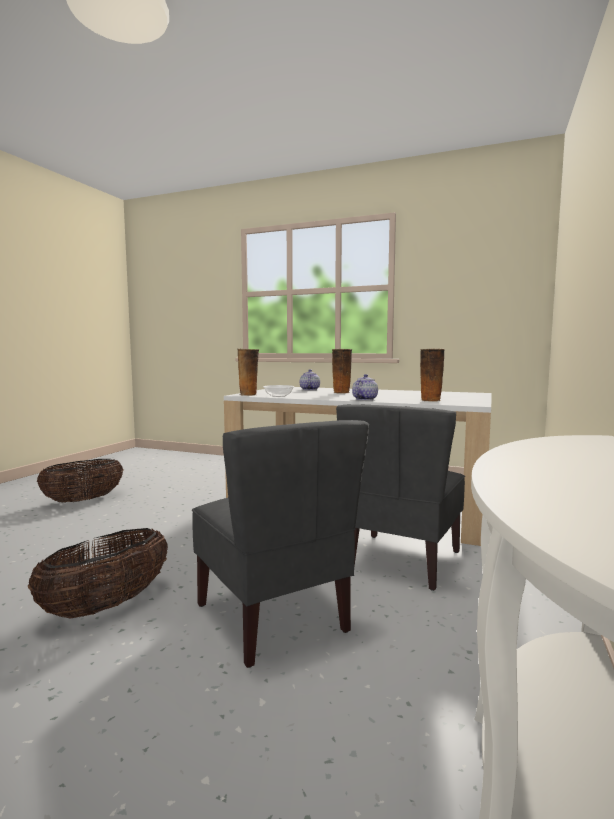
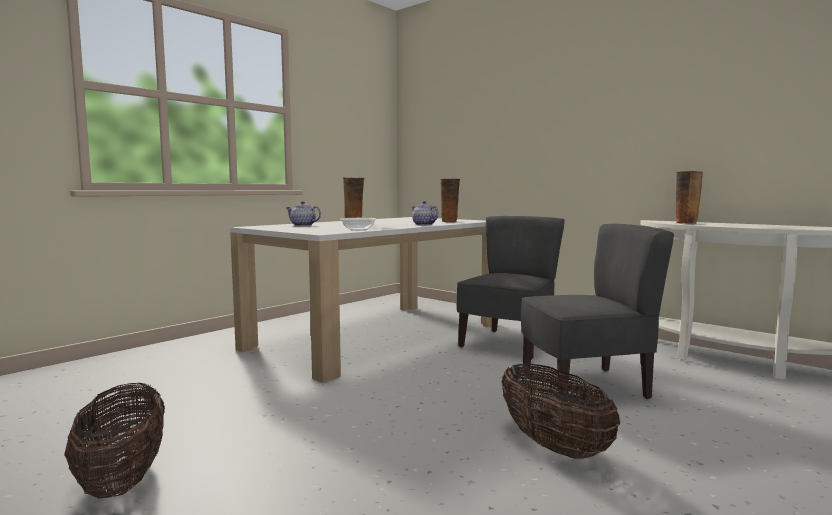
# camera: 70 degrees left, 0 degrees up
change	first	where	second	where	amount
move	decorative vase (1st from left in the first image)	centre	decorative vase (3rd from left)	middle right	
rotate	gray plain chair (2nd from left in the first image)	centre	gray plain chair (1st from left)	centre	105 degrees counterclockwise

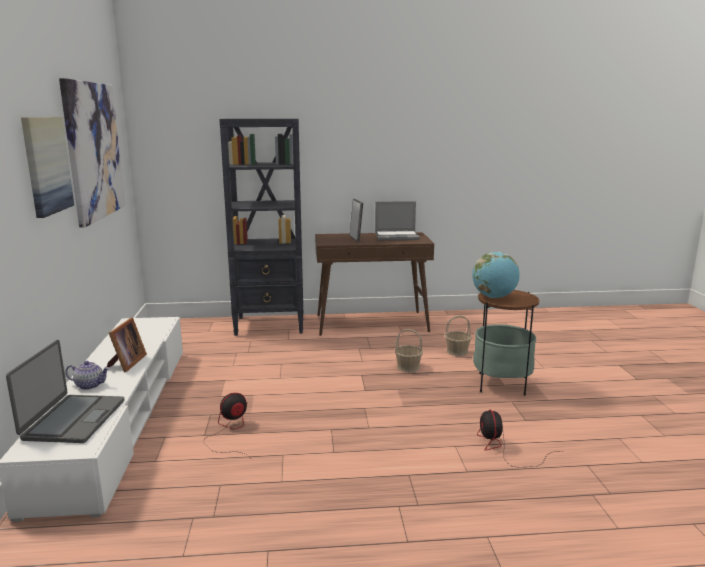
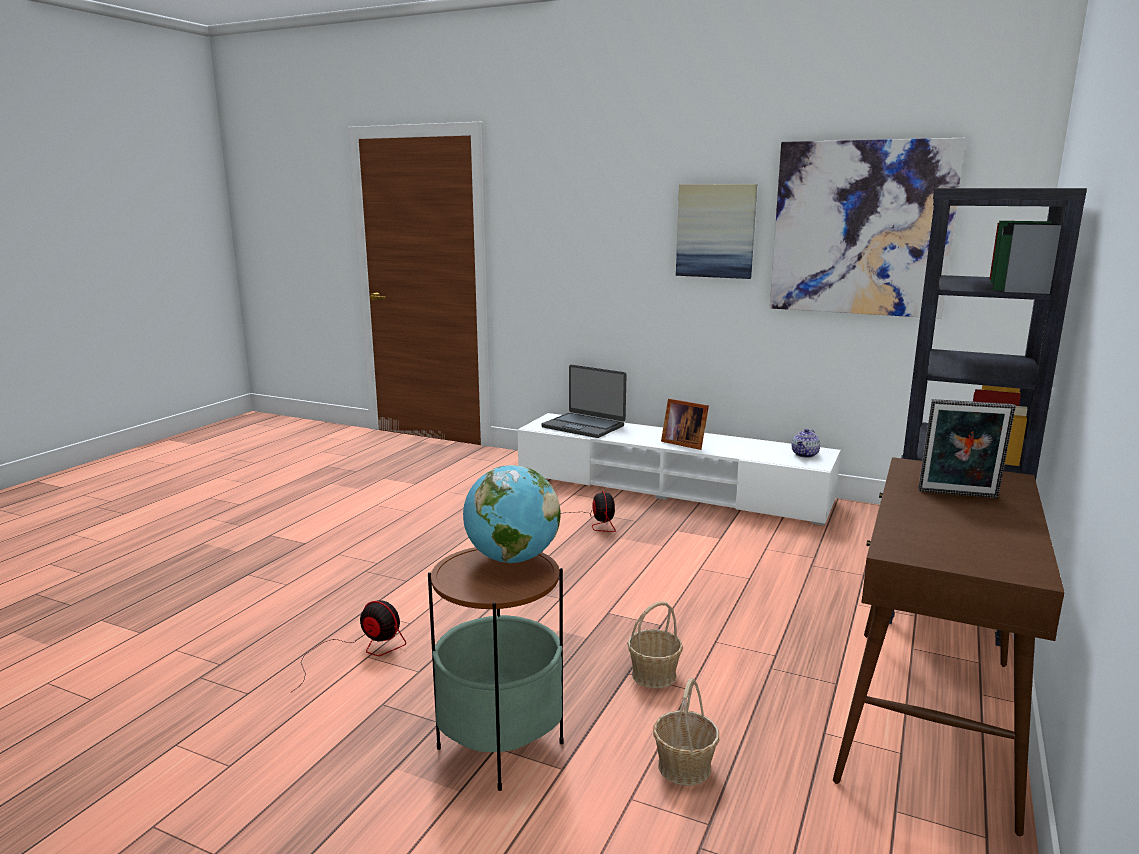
# camera: 120 degrees right, 0 degrees up
change	first	where	second	where	amount
delete	portable computer (2nd from left)	centre			
move	pot for tea	middle left		middle right	

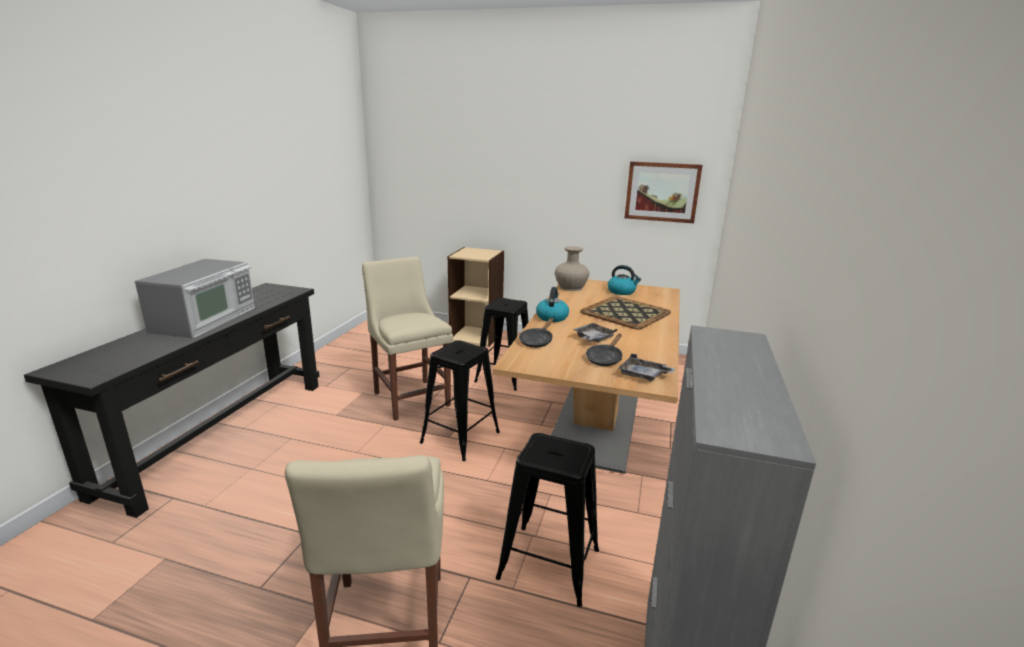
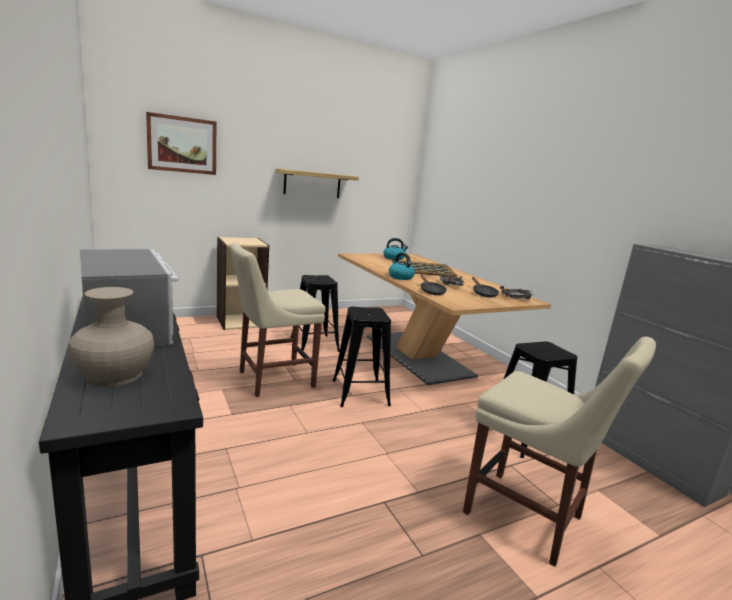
# camera: 45 degrees left, 5 degrees down
change	first	where	second	where	amount
insert			shelf	top centre	
move	beige-coloured decorative vase	centre		middle left	
move	wall picture	top centre		top left	
rotate	beige-coloured plain chair (2nd from left in the first image)	centre	beige-coloured plain chair (1st from left)	centre	45 degrees counterclockwise

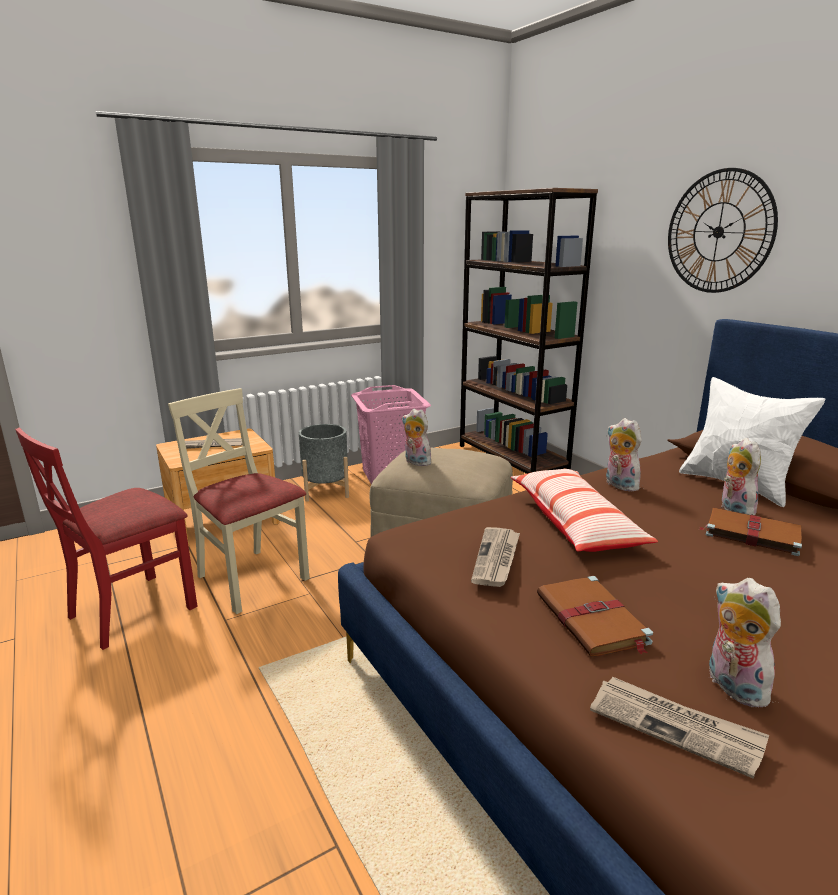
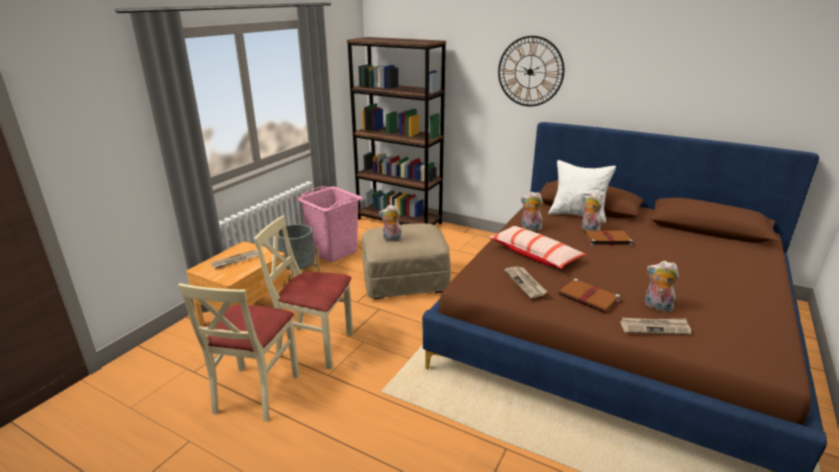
# camera: 30 degrees left, 5 degrees up
change	first	where	second	where	amount
recolor	red-coloured plain chair	middle left	beige-coloured plain chair (1st from left)	bottom left	

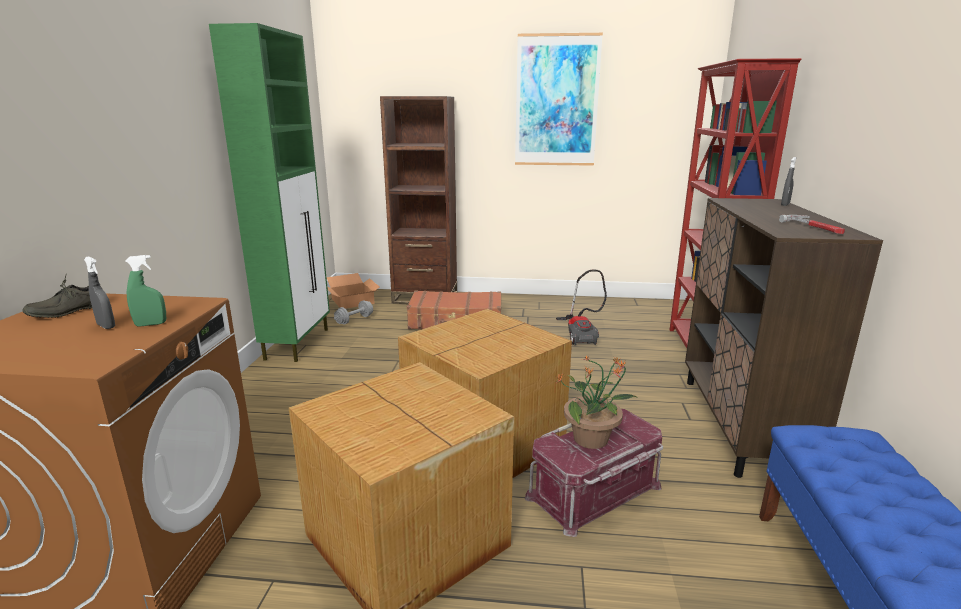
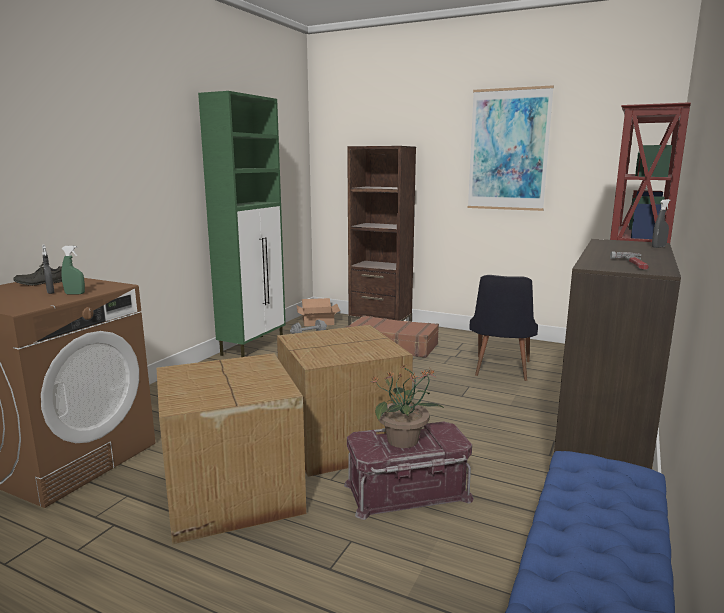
# camera: 20 degrees right, 5 degrees down
change	first	where	second	where	amount
replace	vacuum cleaner	centre	black plain chair	middle right	

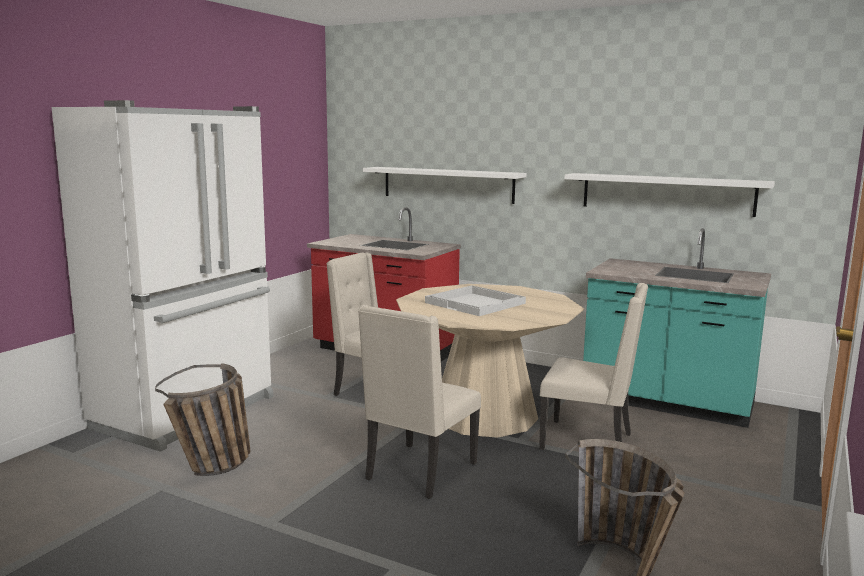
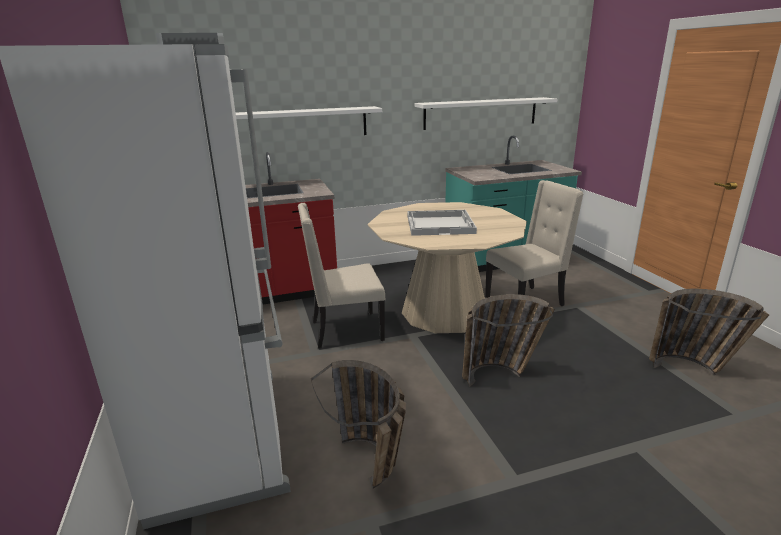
# camera: 45 degrees left, 10 degrees up
change	first	where	second	where	amount
replace	beige-coloured plain chair (2nd from left)	bottom centre	basket (2nd from left)	centre	

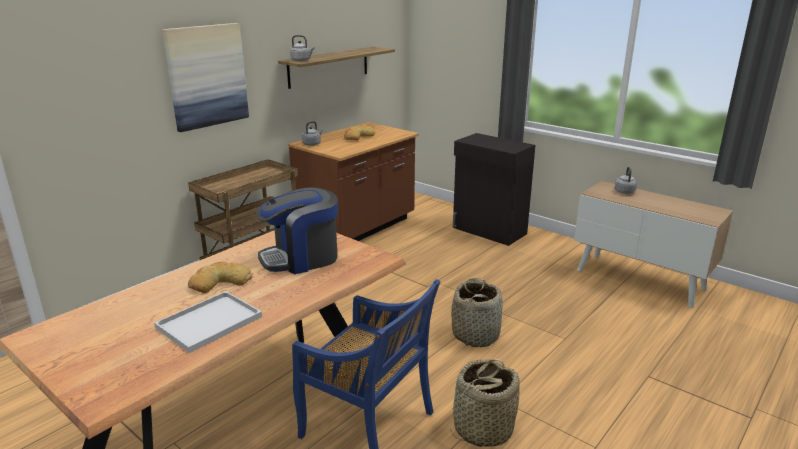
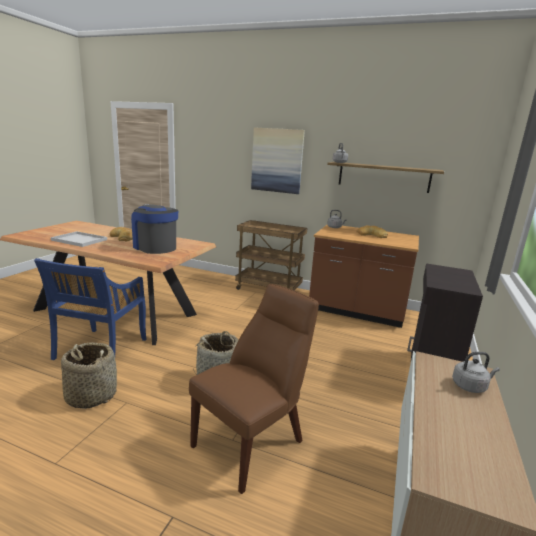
# camera: 70 degrees right, 5 degrees down
change	first	where	second	where	amount
insert			brown-coloured plain chair	bottom centre	

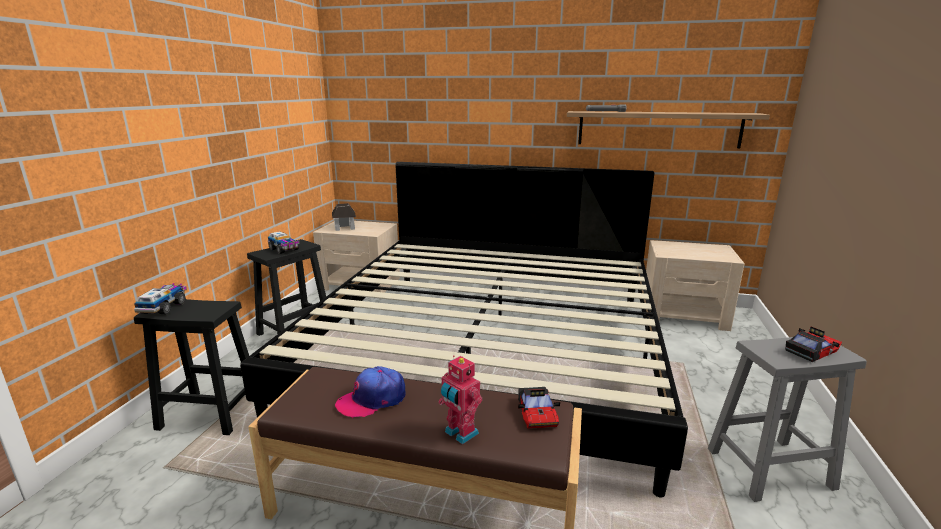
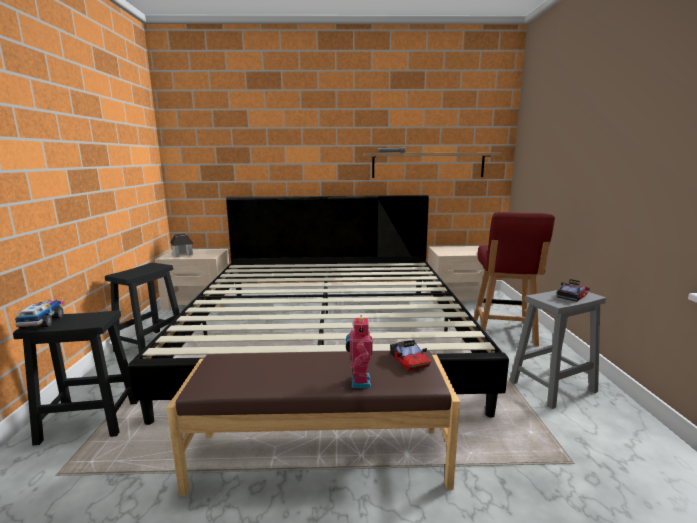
# camera: 15 degrees left, 5 degrees down
change	first	where	second	where	amount
delete	model truck (2nd from left)	middle left			
delete	peaked cap	bottom centre			
insert			red-coloured plain chair	middle right	
rotate	toy robot	bottom centre		bottom centre	60 degrees clockwise

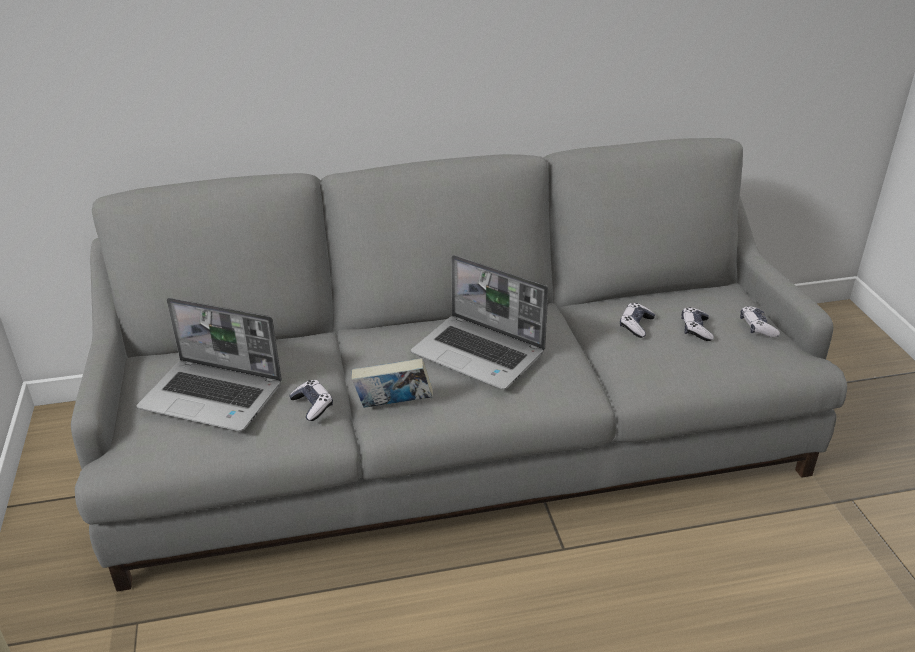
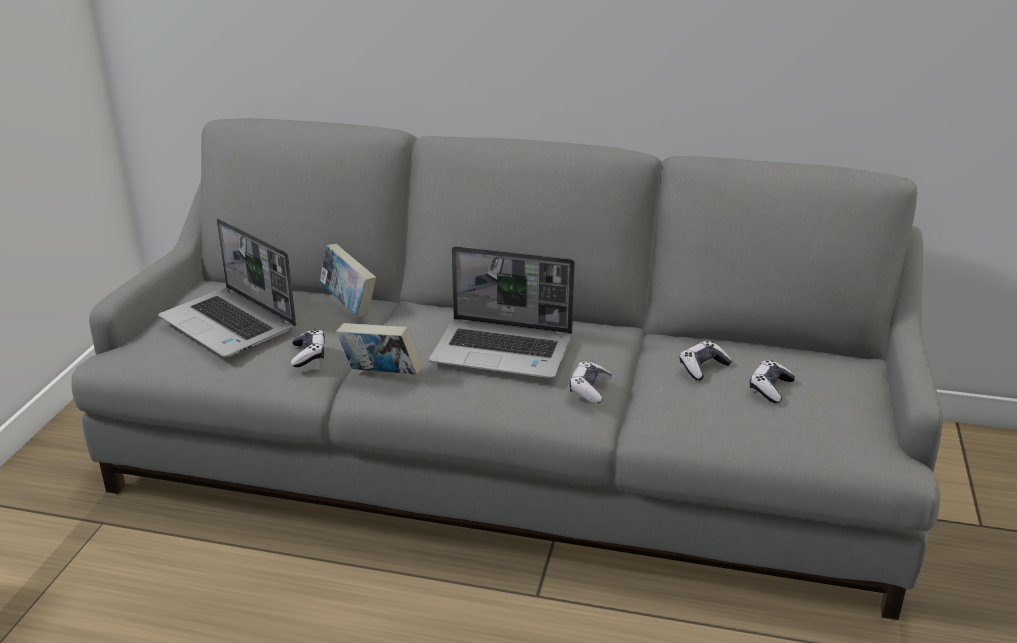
# camera: 25 degrees right, 5 degrees down
change	first	where	second	where	amount
insert			bound book (1st from left)	centre	
move	game controller (4th from left in the first image)	middle right	game controller (2nd from left)	centre	
rotate	portable computer (2nd from left)	centre		centre	45 degrees counterclockwise

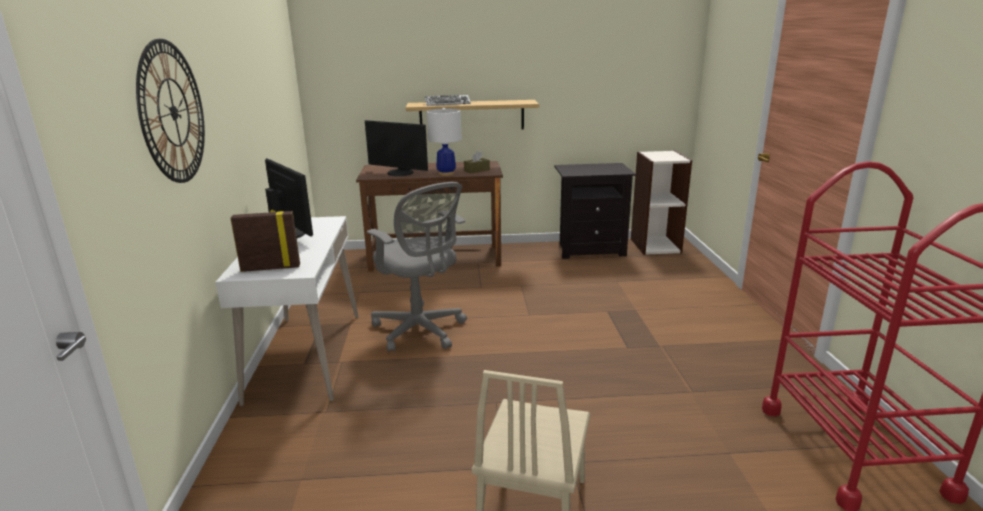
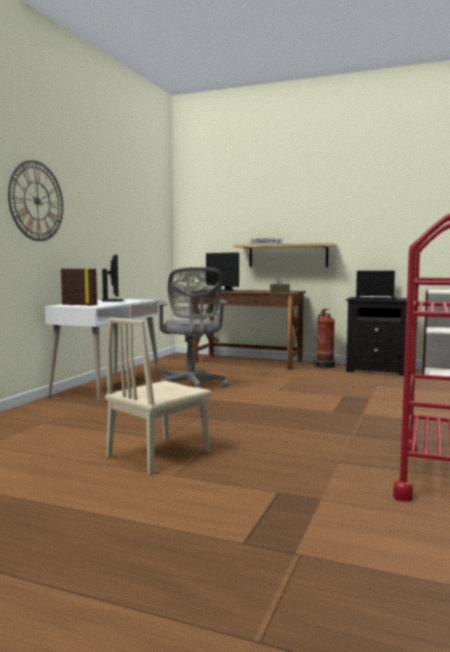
# camera: 25 degrees right, 15 degrees down
change	first	where	second	where	amount
delete	whitish table lamp	top centre			
insert			fire-fighting cylinder	middle right	
insert			portable computer	middle right	

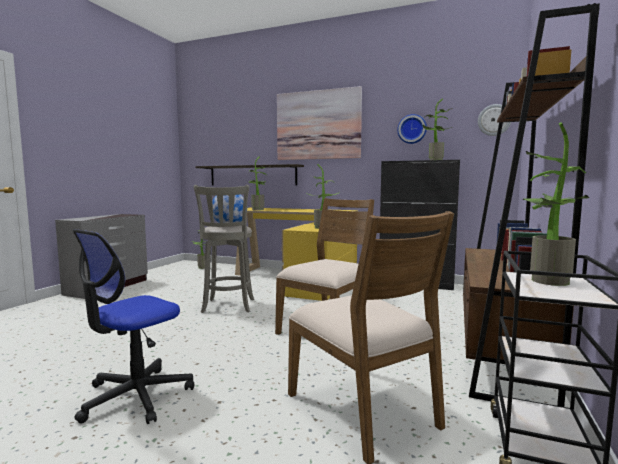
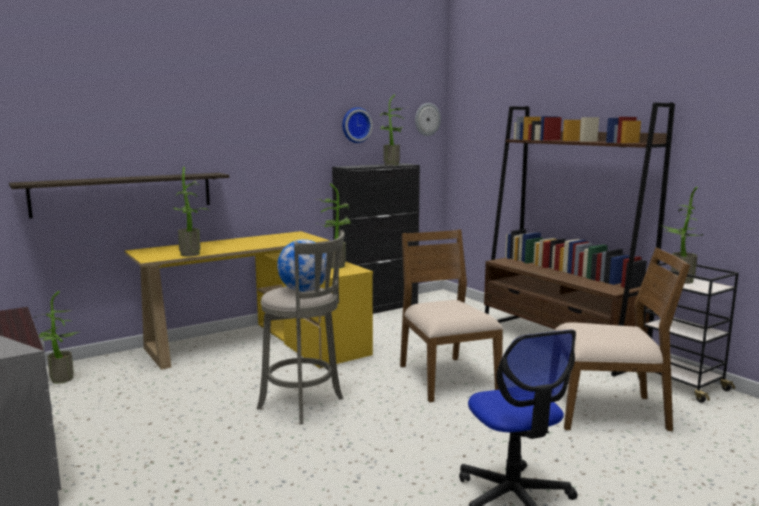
# camera: 55 degrees left, 5 degrees up
change	first	where	second	where	amount
delete	wall picture	top centre			

